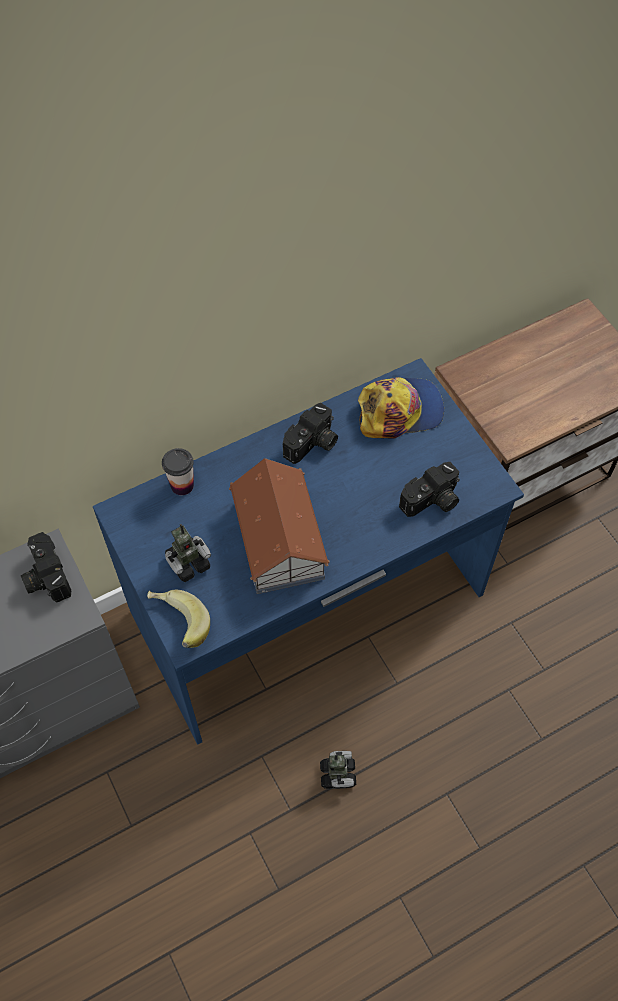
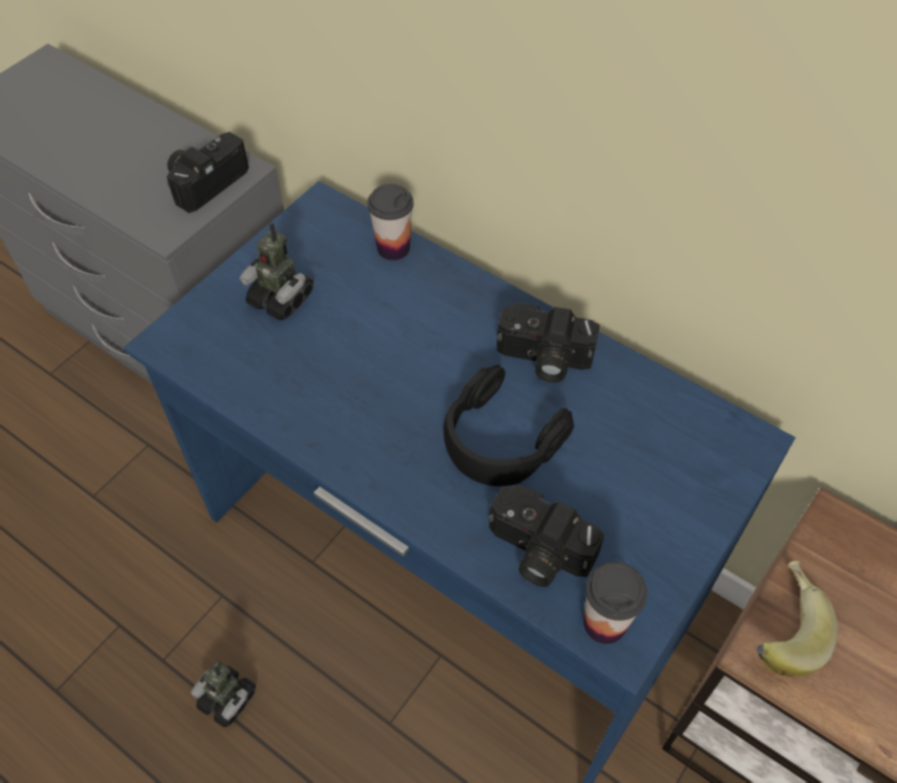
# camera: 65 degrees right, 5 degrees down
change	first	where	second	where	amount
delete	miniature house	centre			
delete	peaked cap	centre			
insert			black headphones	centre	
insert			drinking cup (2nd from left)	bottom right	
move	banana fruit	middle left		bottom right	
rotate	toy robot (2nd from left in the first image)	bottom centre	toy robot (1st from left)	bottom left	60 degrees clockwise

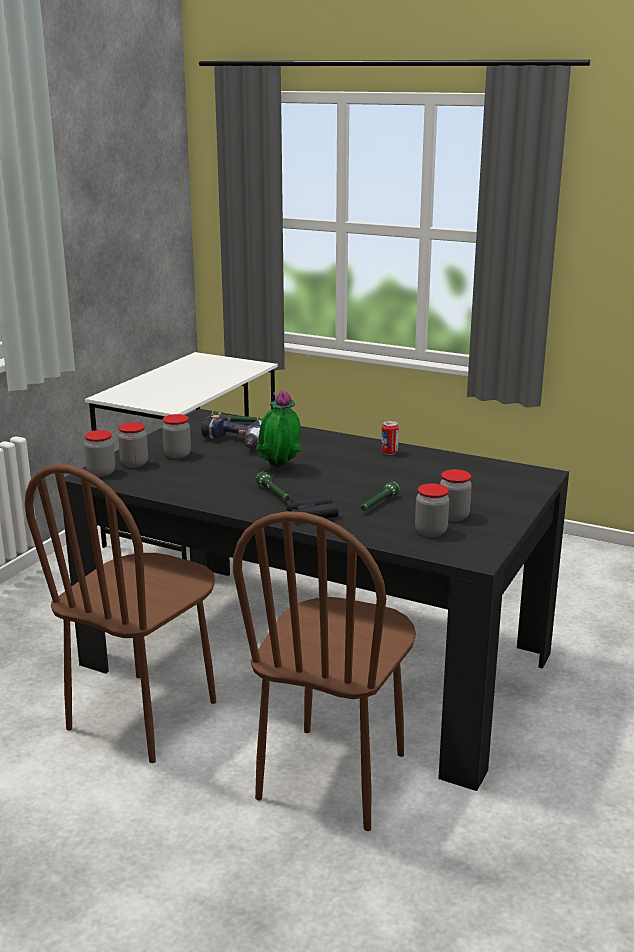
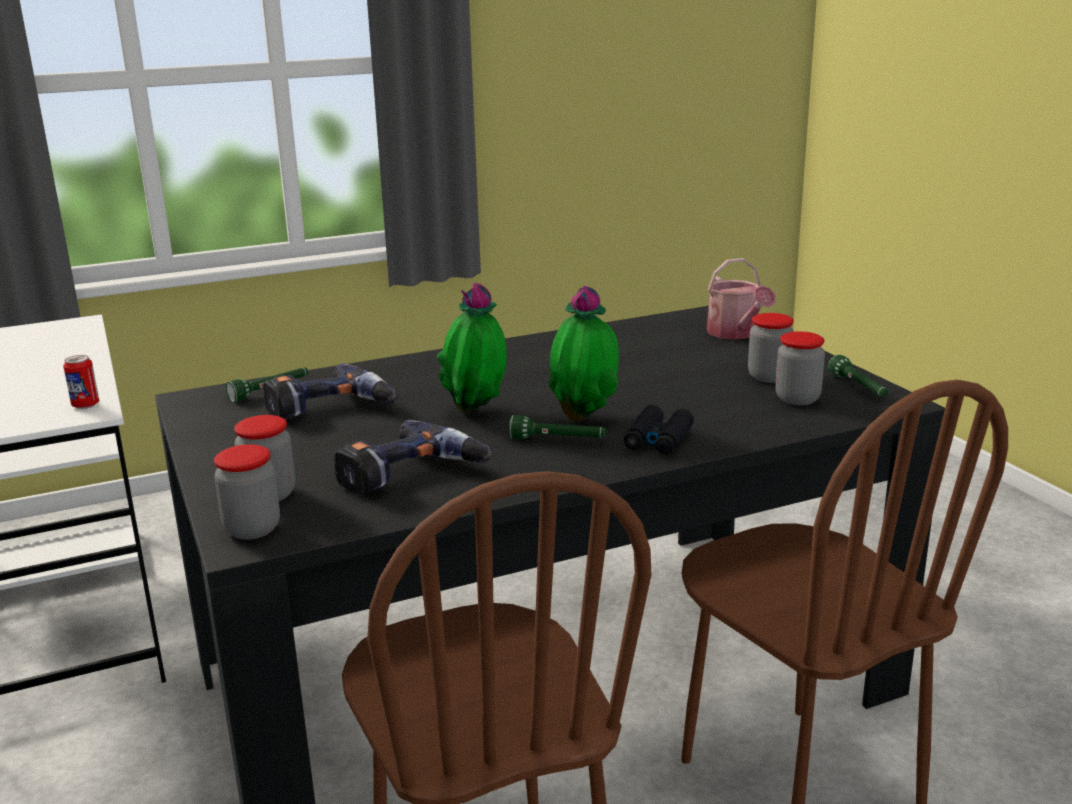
# camera: 50 degrees left, 0 degrees up
change	first	where	second	where	amount
delete	preserve jar (3rd from left)	middle left			
insert			drill (2nd from left)	centre	
insert			houseplant (2nd from left)	centre	
insert			watering pot	middle right	
move	green-coloured hand torch (3rd from left)	centre		middle right	
move	can	centre		middle left	

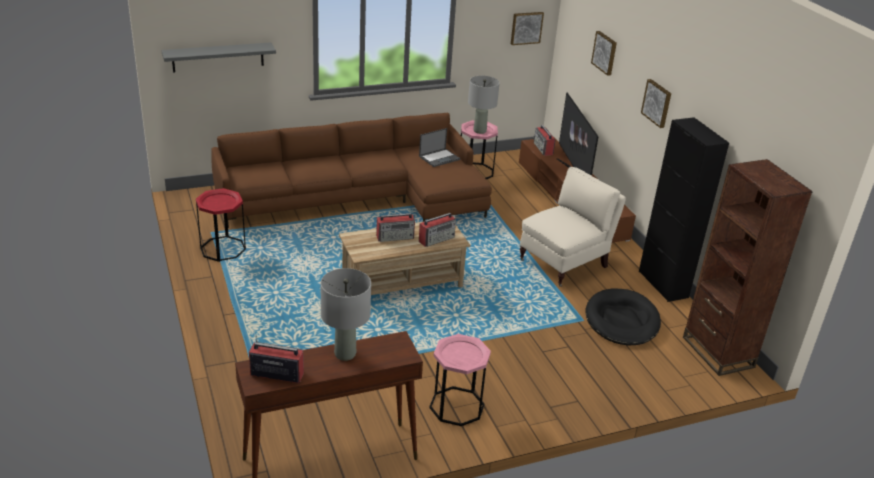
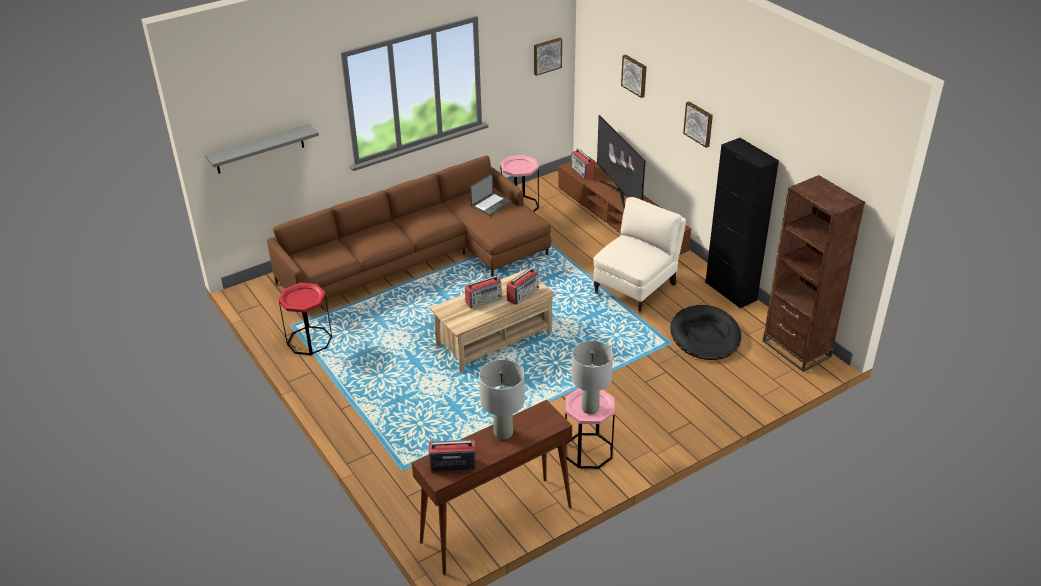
# camera: 10 degrees left, 5 degrees up
change	first	where	second	where	amount
move	gray table lamp (2nd from left)	top centre		centre	

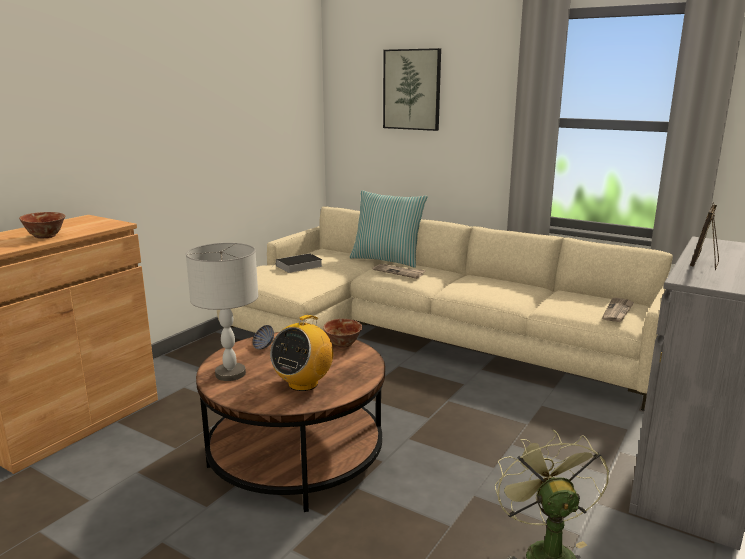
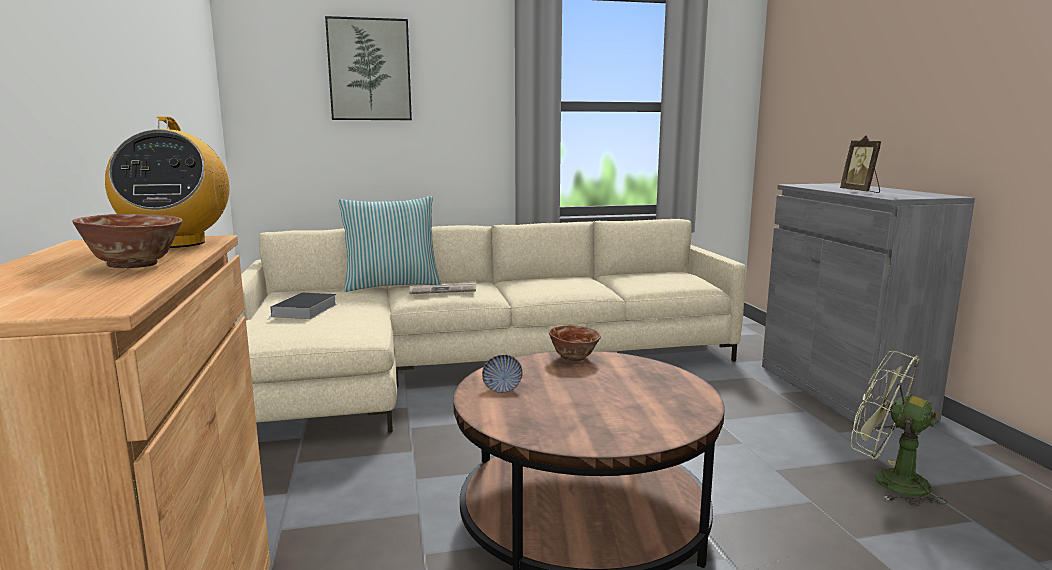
# camera: 45 degrees left, 5 degrees down
change	first	where	second	where	amount
delete	gray table lamp	middle left			
delete	daily paper (2nd from left)	middle right			
move	radio receiver	centre		top left	

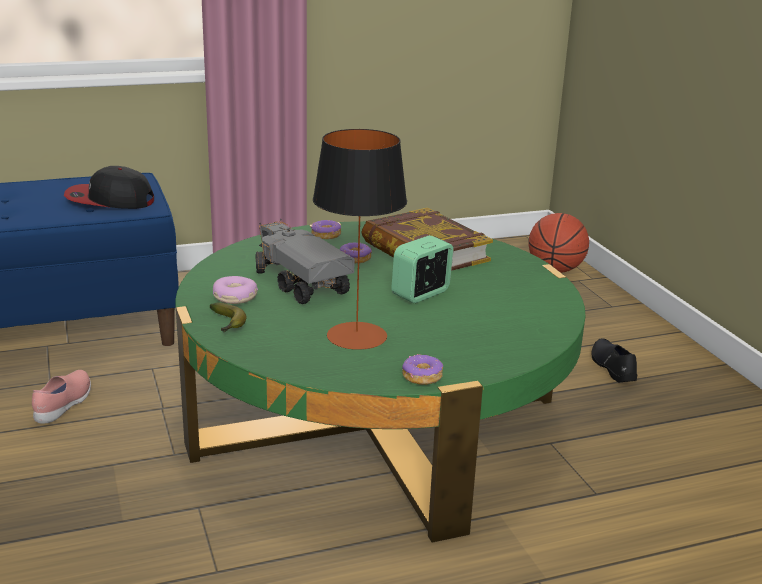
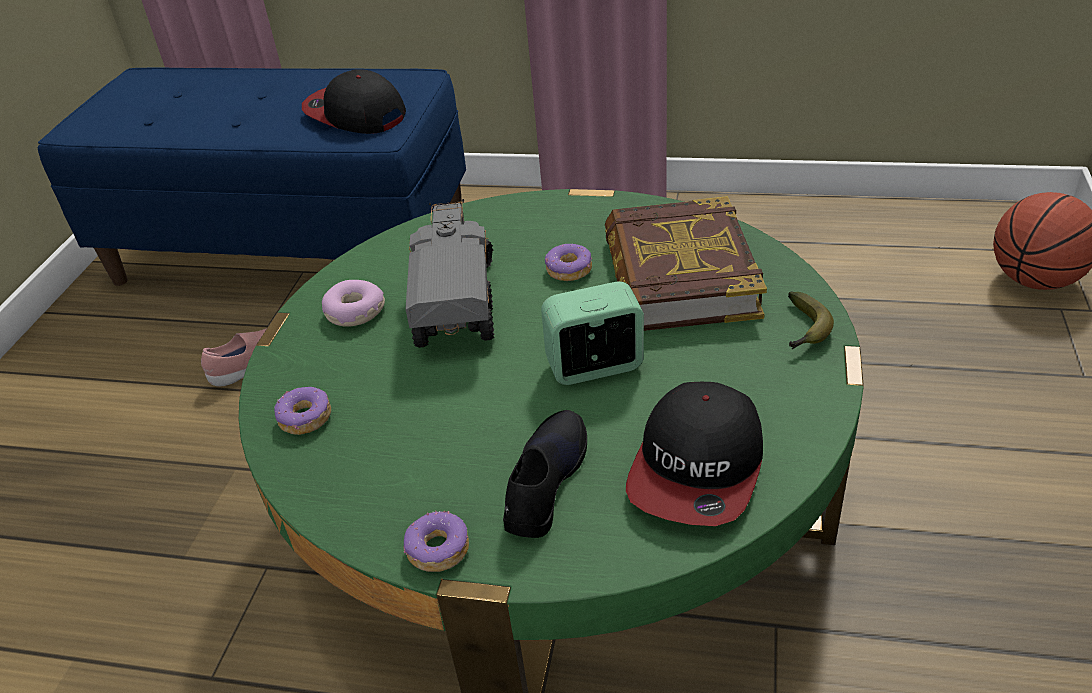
# camera: 35 degrees right, 15 degrees up
change	first	where	second	where	amount
delete	table lamp	centre			
insert			peaked cap (2nd from left)	centre	
move	banana fruit	middle left		middle right	
move	donut (2nd from left in the first image)	centre	donut (1st from left)	middle left	
move	black low shoe	middle right		bottom centre	

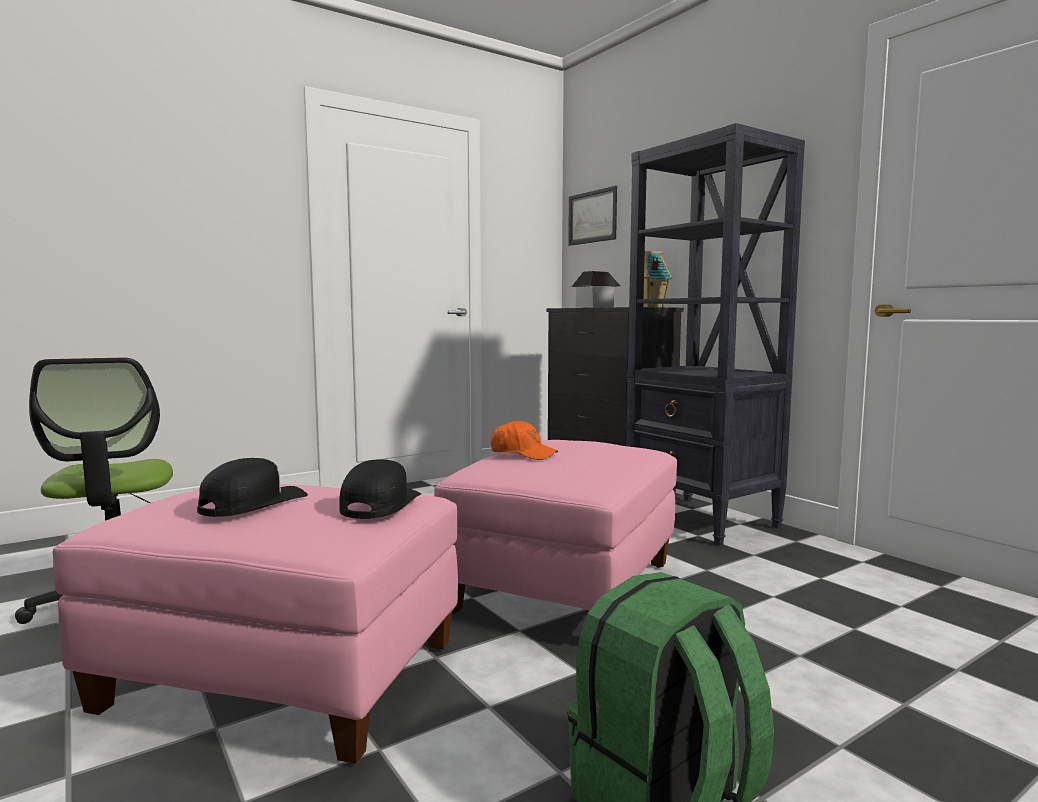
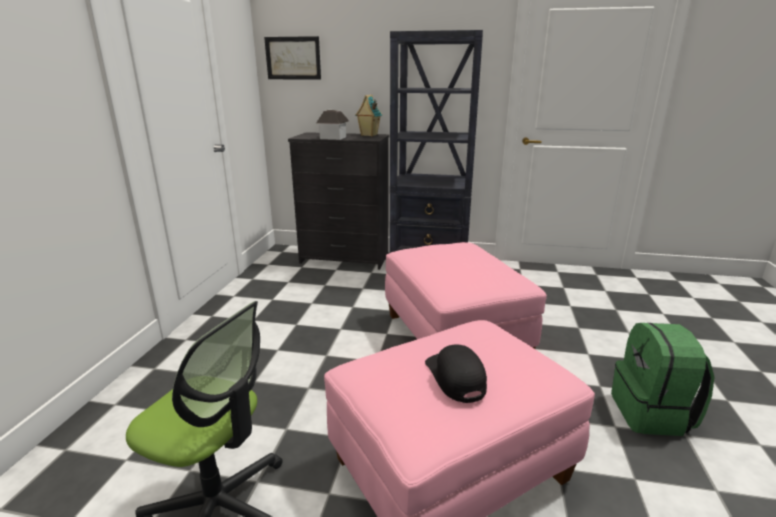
# camera: 45 degrees left, 15 degrees up
change	first	where	second	where	amount
delete	black peaked cap (2nd from left)	centre			
delete	orange-coloured peaked cap	centre			

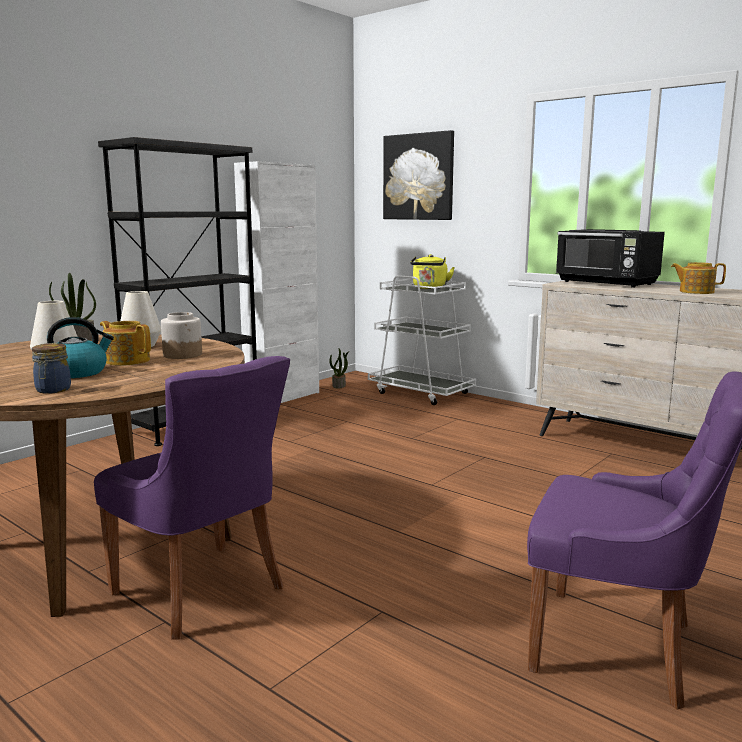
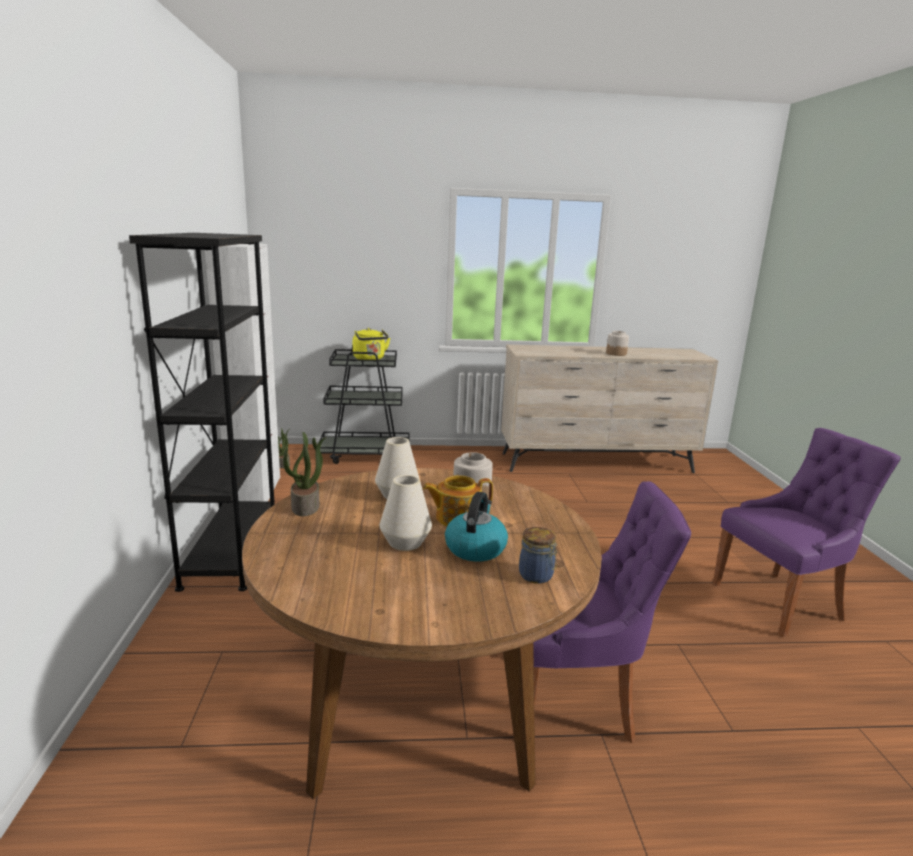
# camera: 45 degrees left, 5 degrees up
change	first	where	second	where	amount
delete	wall picture	top centre			
delete	black kitchen microwave	middle right			
replace	pot for tea (2nd from left)	middle right	preserve jar (3rd from left)	middle right	
recolor	whitish cart	centre	black cart	centre	

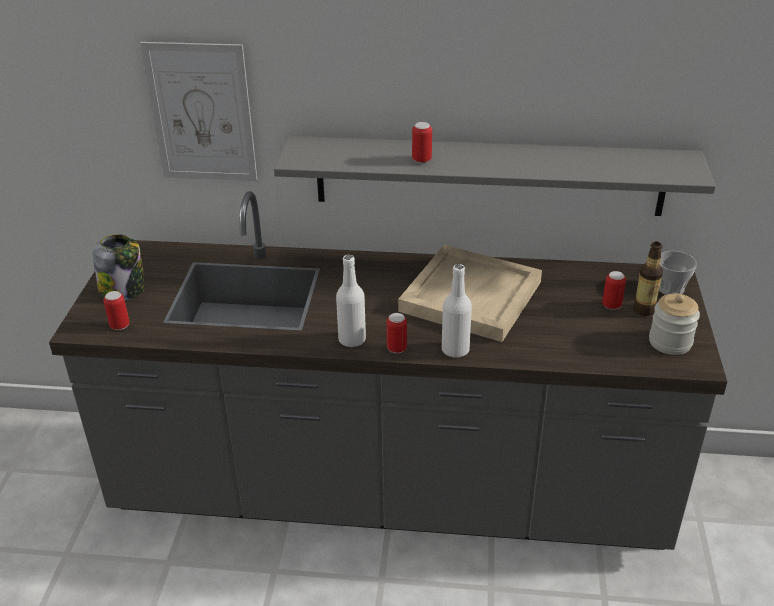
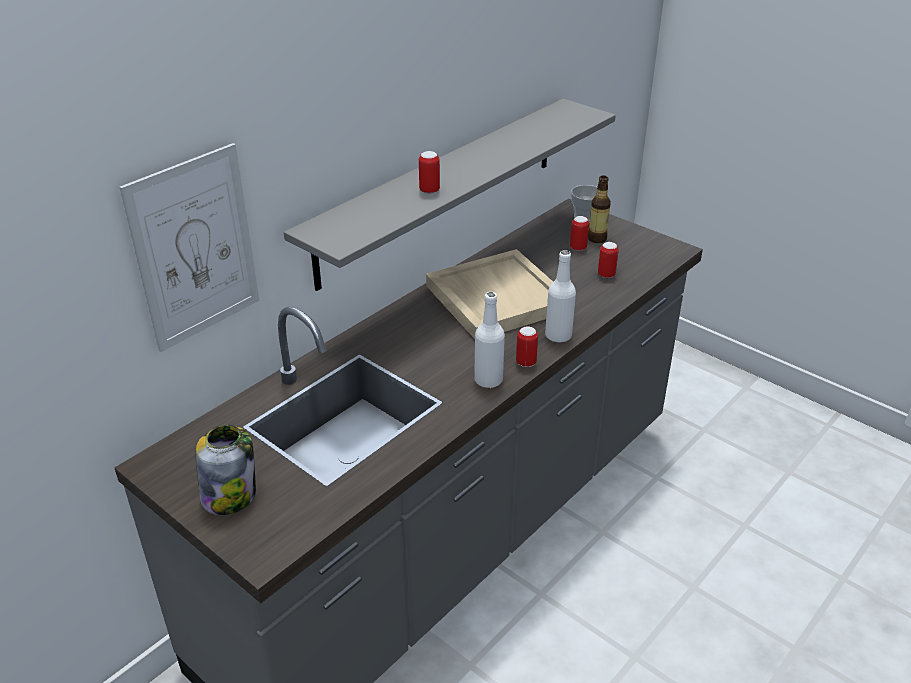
# camera: 55 degrees left, 0 degrees up
change	first	where	second	where	amount
delete	preserve jar (2nd from left)	middle right			
move	can (1st from left in the first image)	middle left	can (4th from left)	middle right	

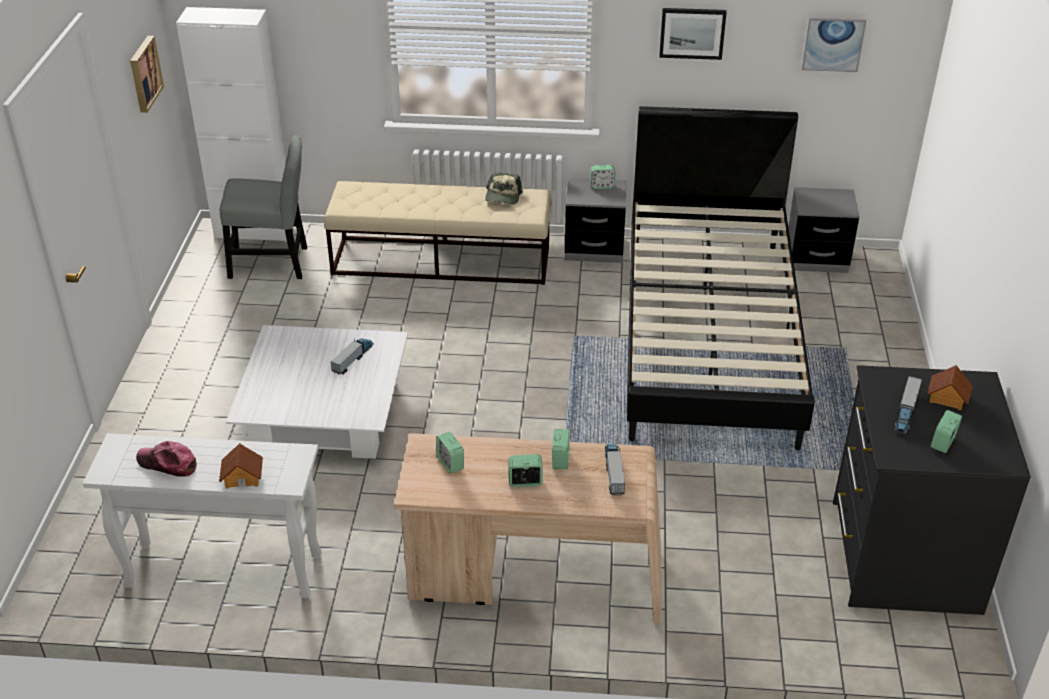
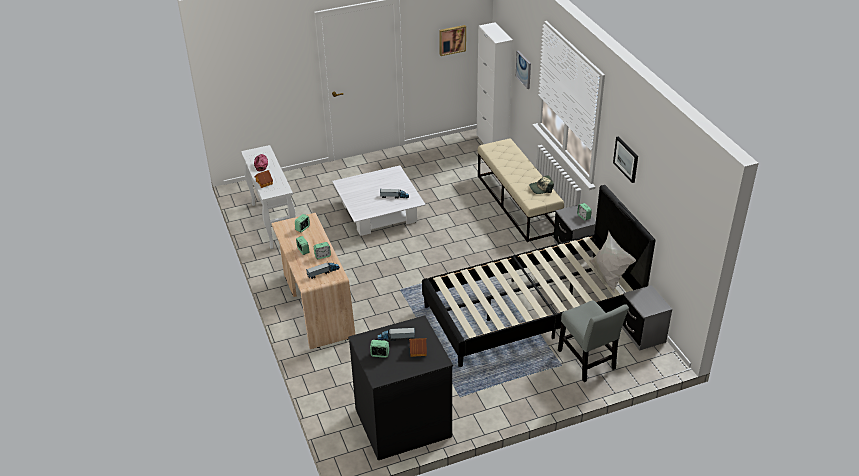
# camera: 65 degrees right, 0 degrees up
change	first	where	second	where	amount
insert			whitish throw pillow	middle right	
move	gray plain chair	top left		bottom right	
move	wall picture (3rd from left in the first image)	top right	wall picture (2nd from left)	top centre	

